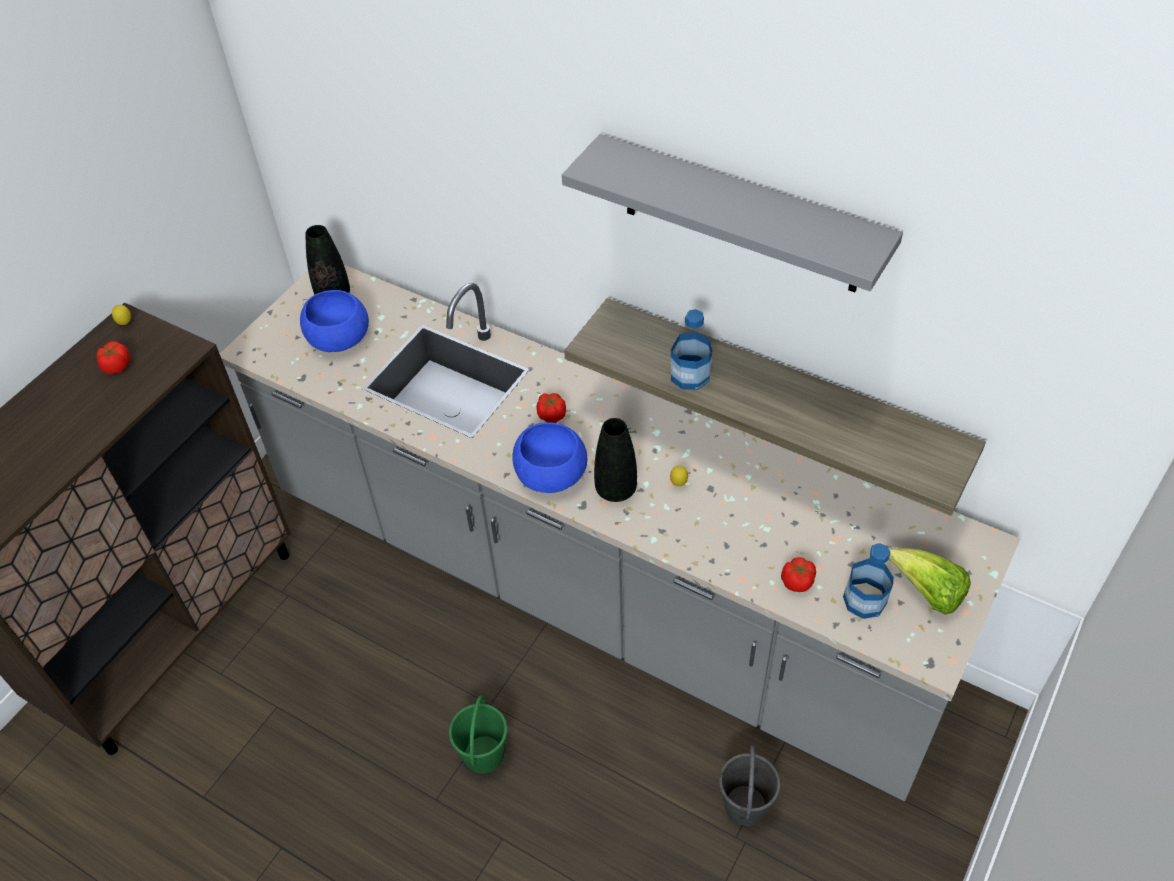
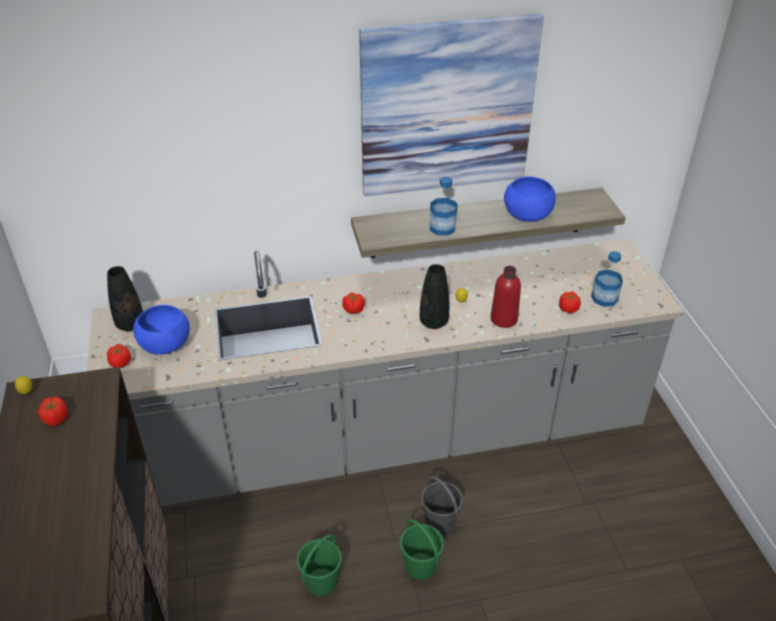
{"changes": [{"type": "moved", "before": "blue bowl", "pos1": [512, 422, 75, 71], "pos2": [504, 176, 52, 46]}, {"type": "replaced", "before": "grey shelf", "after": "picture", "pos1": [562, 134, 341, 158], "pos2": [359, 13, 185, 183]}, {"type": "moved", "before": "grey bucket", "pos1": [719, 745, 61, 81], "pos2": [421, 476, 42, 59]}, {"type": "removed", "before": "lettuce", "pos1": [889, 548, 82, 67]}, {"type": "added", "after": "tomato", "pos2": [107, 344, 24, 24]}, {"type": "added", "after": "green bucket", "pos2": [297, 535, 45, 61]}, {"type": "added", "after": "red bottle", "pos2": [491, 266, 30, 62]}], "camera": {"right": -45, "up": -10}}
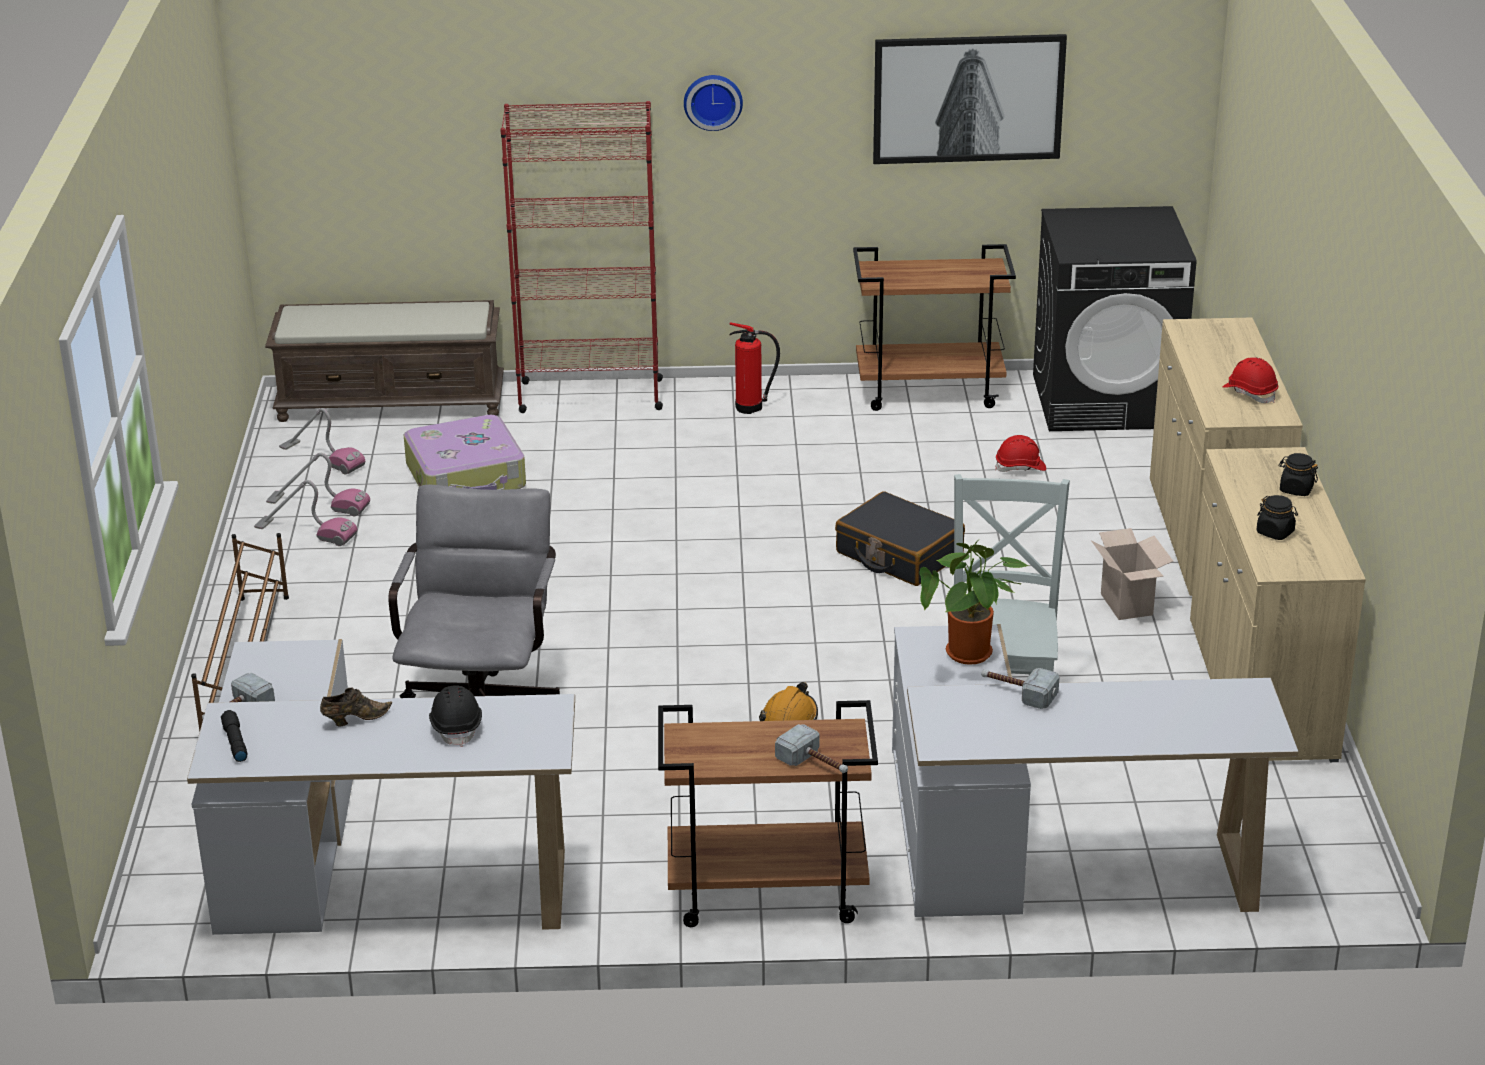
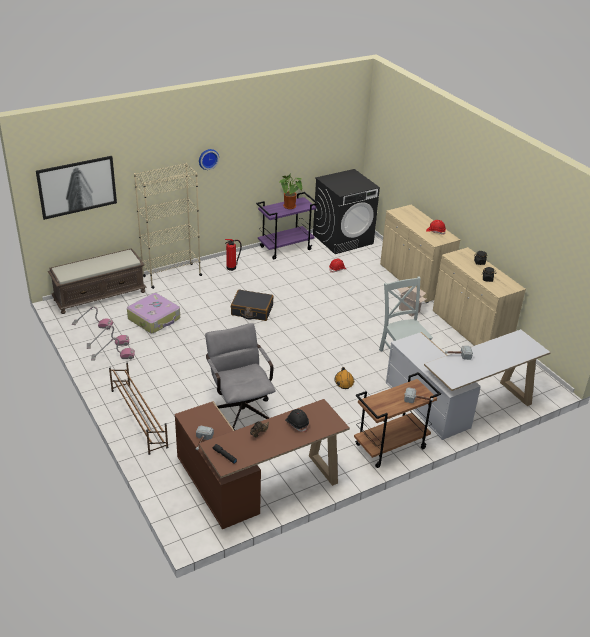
{"changes": [{"type": "recoloured", "before": "white desk", "after": "brown desk", "pos1": [187, 639, 388, 296], "pos2": [174, 399, 176, 130]}, {"type": "recoloured", "before": "red bookcase", "after": "beige bookcase", "pos1": [500, 101, 163, 312], "pos2": [134, 163, 68, 126]}, {"type": "moved", "before": "black suitcase", "pos1": [835, 491, 130, 95], "pos2": [231, 289, 42, 32]}, {"type": "recoloured", "before": "brown cart", "after": "purple cart", "pos1": [853, 244, 163, 167], "pos2": [256, 192, 62, 67]}, {"type": "moved", "before": "picture", "pos1": [873, 34, 194, 130], "pos2": [36, 156, 81, 64]}, {"type": "moved", "before": "potted plant", "pos1": [920, 541, 108, 124], "pos2": [279, 173, 23, 36]}], "camera": {"right": -30, "up": 5}}
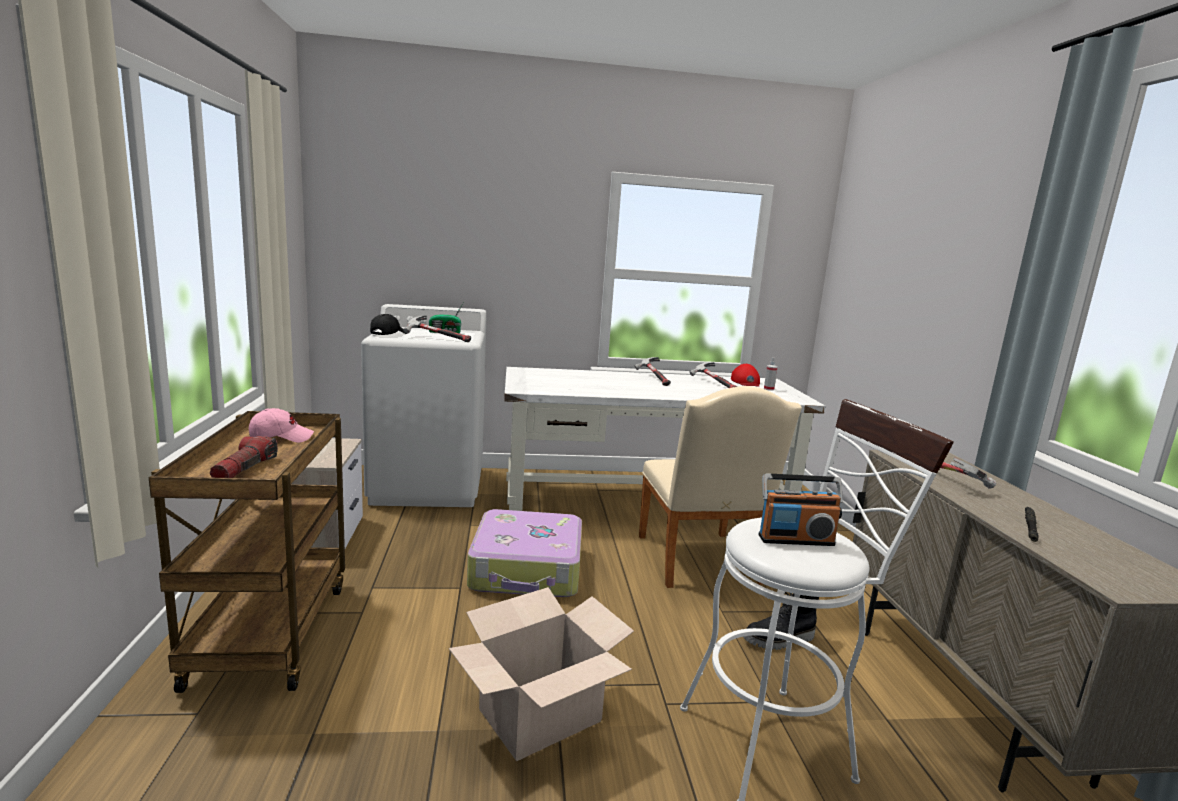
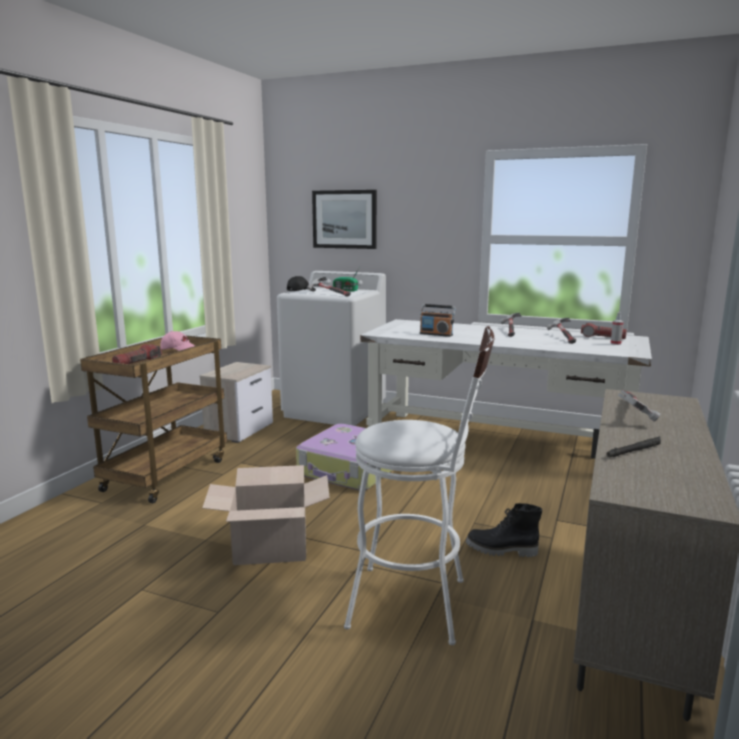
{"changes": [{"type": "removed", "before": "beige chair", "pos1": [639, 386, 163, 202]}, {"type": "replaced", "before": "red cap", "after": "flashlight", "pos1": [731, 364, 29, 23], "pos2": [581, 323, 46, 16]}, {"type": "moved", "before": "radio", "pos1": [758, 474, 85, 72], "pos2": [420, 304, 36, 33]}, {"type": "added", "after": "picture", "pos2": [312, 190, 65, 59]}], "camera": {"right": 30, "up": 0}}
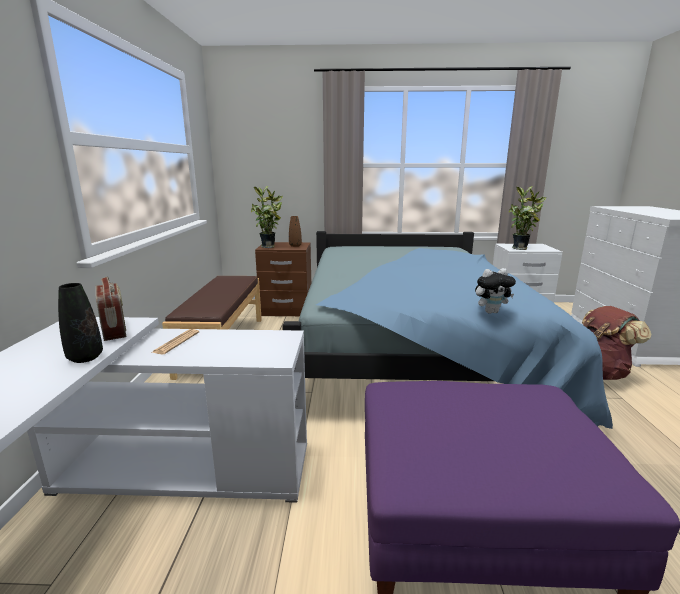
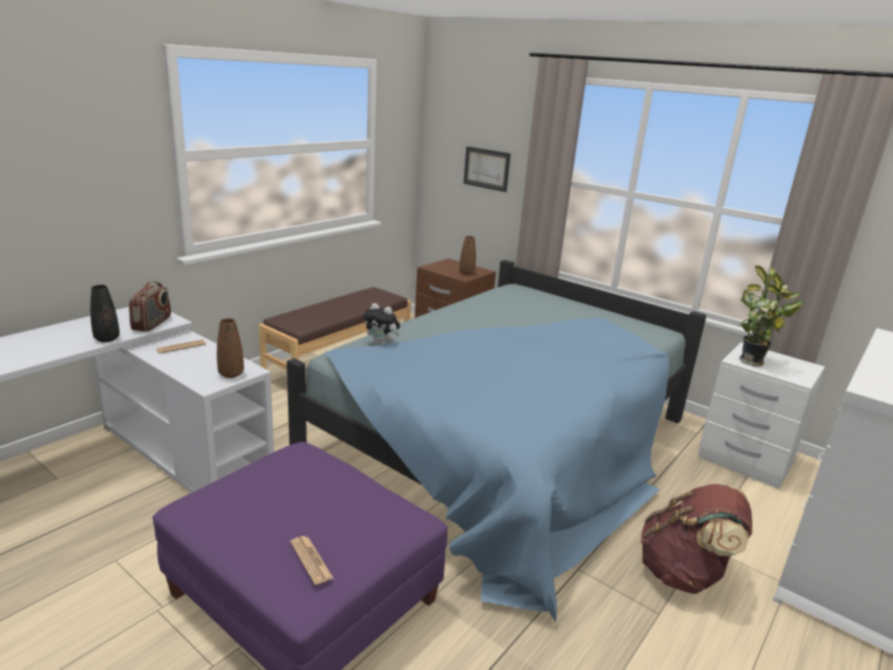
{"changes": [{"type": "removed", "before": "potted plant", "pos1": [251, 186, 32, 62]}, {"type": "moved", "before": "plush toy", "pos1": [475, 268, 41, 46], "pos2": [363, 303, 37, 42]}, {"type": "added", "after": "brown vase", "pos2": [217, 318, 27, 60]}, {"type": "added", "after": "newspaper", "pos2": [290, 536, 43, 49]}, {"type": "added", "after": "picture", "pos2": [463, 146, 48, 46]}], "camera": {"right": 35, "up": 5}}
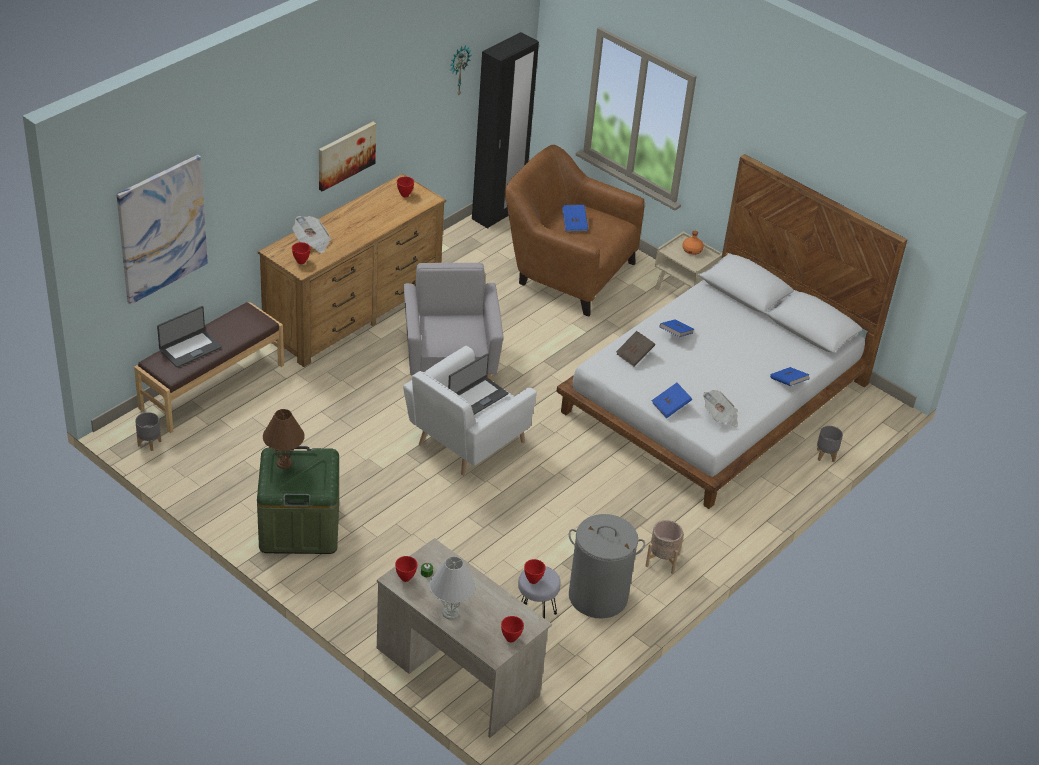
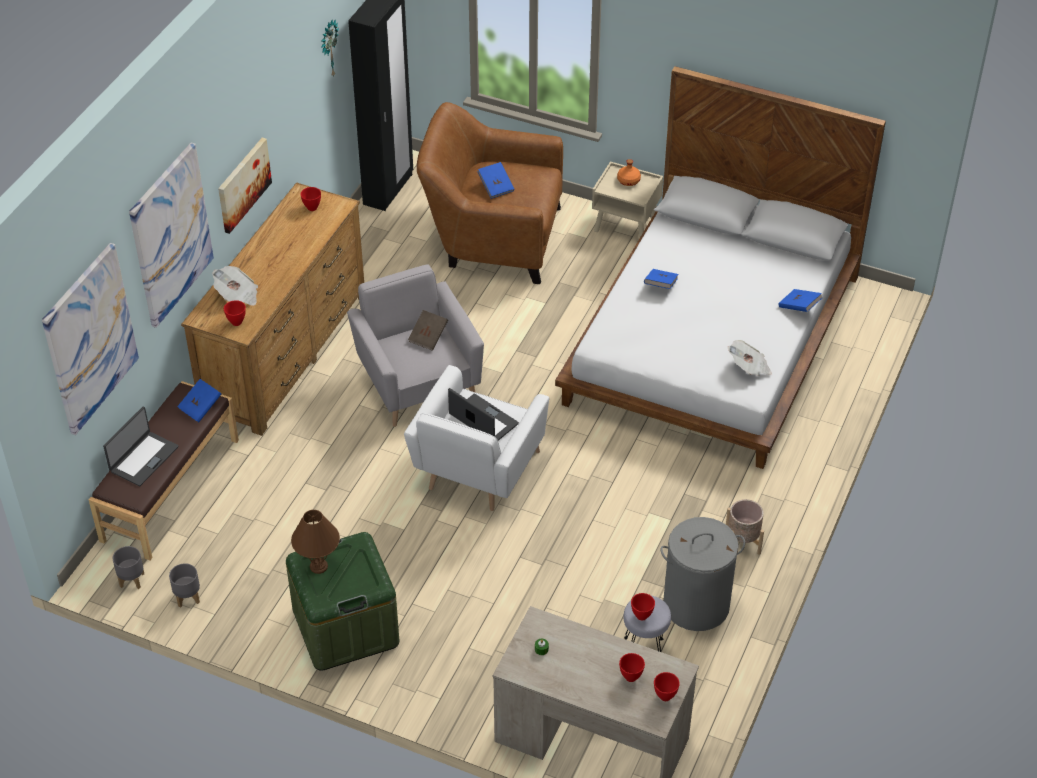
{"changes": [{"type": "moved", "before": "red bowl", "pos1": [395, 556, 22, 26], "pos2": [619, 653, 26, 29]}, {"type": "removed", "before": "white table lamp", "pos1": [430, 556, 46, 64]}, {"type": "turned", "before": "laptop", "pos1": [448, 353, 60, 62], "pos2": [448, 388, 71, 53], "turn": -75}, {"type": "moved", "before": "brown book", "pos1": [616, 331, 39, 36], "pos2": [408, 310, 40, 41]}, {"type": "moved", "before": "blue book", "pos1": [651, 383, 41, 35], "pos2": [177, 379, 44, 43]}, {"type": "moved", "before": "grey planter", "pos1": [817, 426, 26, 36], "pos2": [169, 563, 31, 45]}, {"type": "added", "after": "picture", "pos2": [129, 143, 85, 185]}], "camera": {"right": -15, "up": 5}}
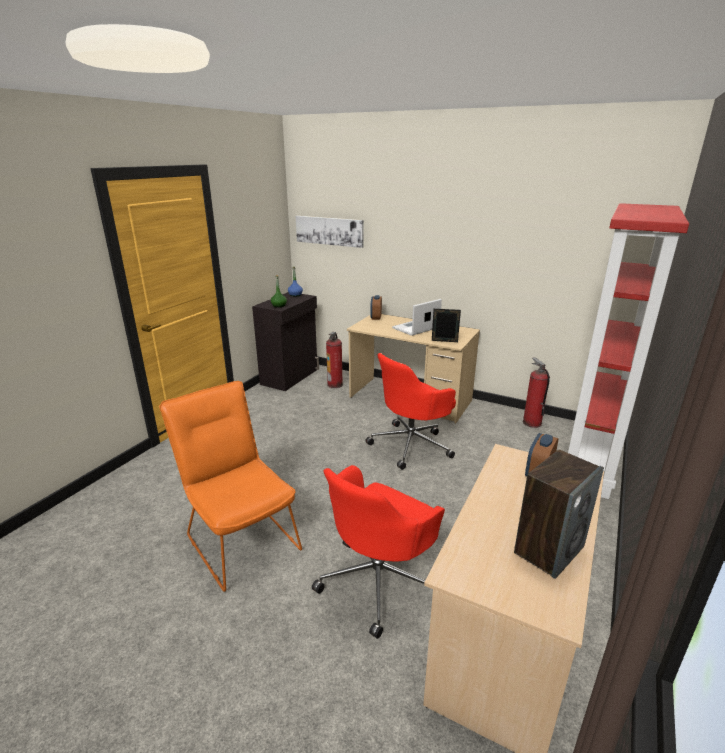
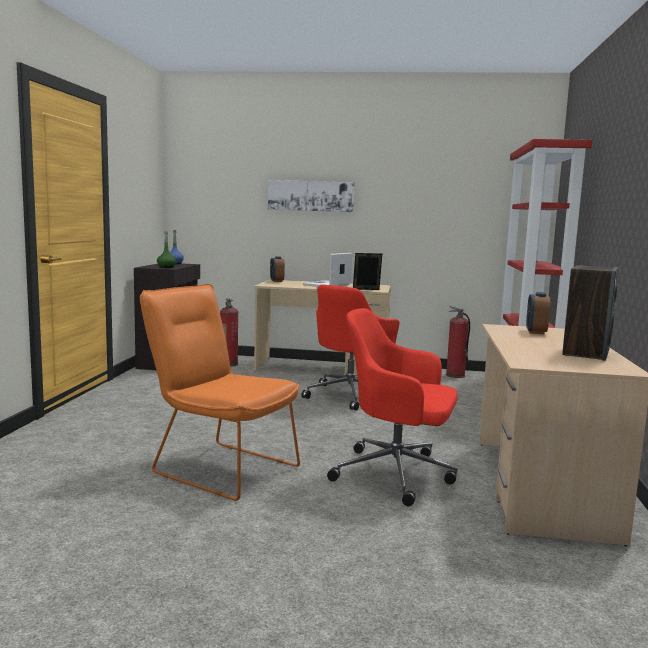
{"changes": [{"type": "moved", "before": "picture", "pos1": [296, 216, 68, 32], "pos2": [268, 180, 87, 32]}, {"type": "turned", "before": "red office chair", "pos1": [312, 465, 133, 174], "pos2": [327, 308, 131, 198], "turn": 90}], "camera": {"right": -20, "up": -15}}
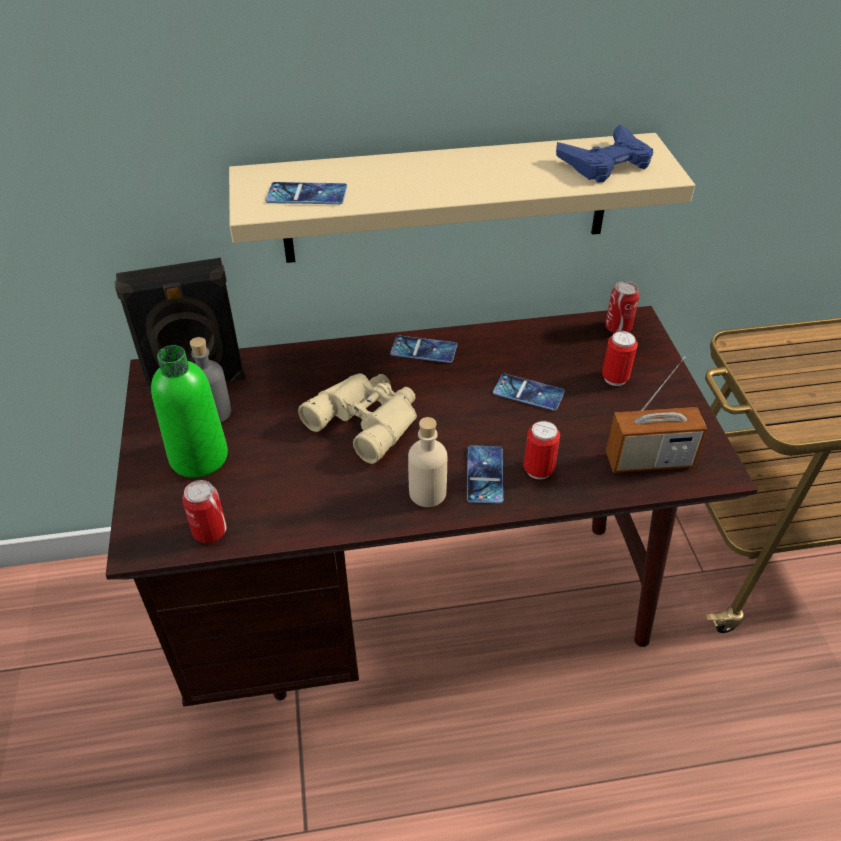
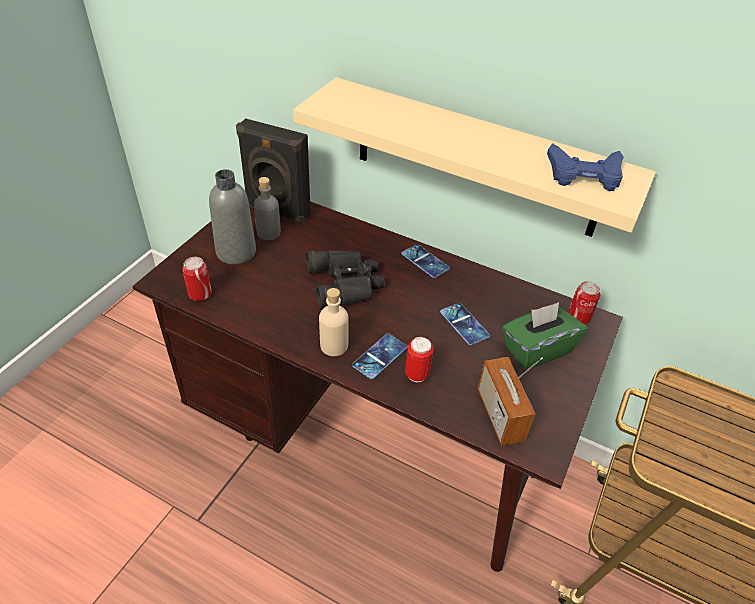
{"changes": [{"type": "recoloured", "before": "green bottle", "after": "grey bottle", "pos1": [151, 345, 77, 133], "pos2": [209, 169, 47, 96]}, {"type": "removed", "before": "phone", "pos1": [266, 182, 81, 22]}, {"type": "recoloured", "before": "beige binoculars", "after": "black binoculars", "pos1": [298, 373, 119, 91], "pos2": [306, 250, 79, 60]}, {"type": "replaced", "before": "can", "after": "green tissue box", "pos1": [602, 331, 36, 55], "pos2": [502, 302, 85, 67]}, {"type": "turned", "before": "radio", "pos1": [606, 356, 101, 117], "pos2": [478, 357, 65, 89], "turn": 45}], "camera": {"right": 35, "up": 0}}
